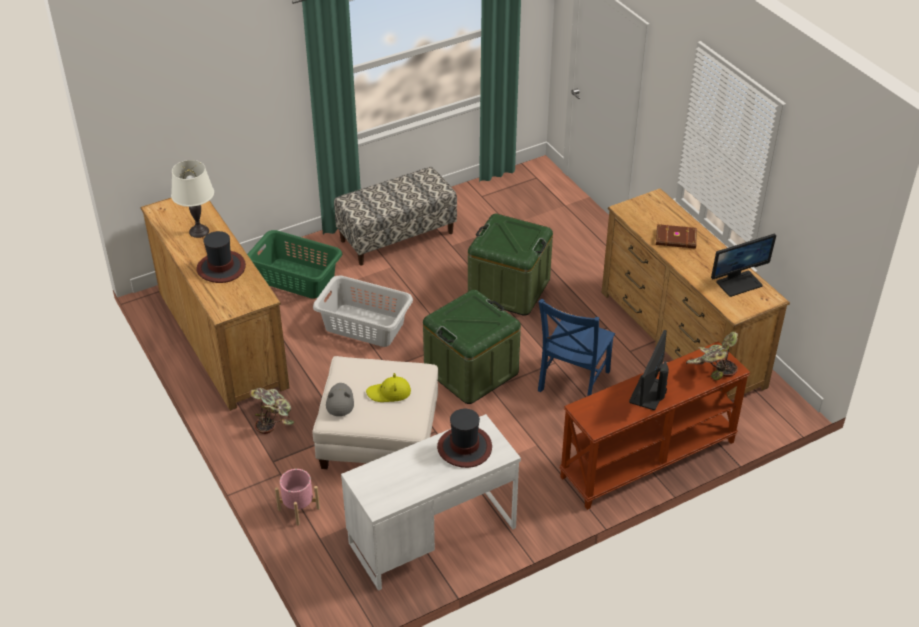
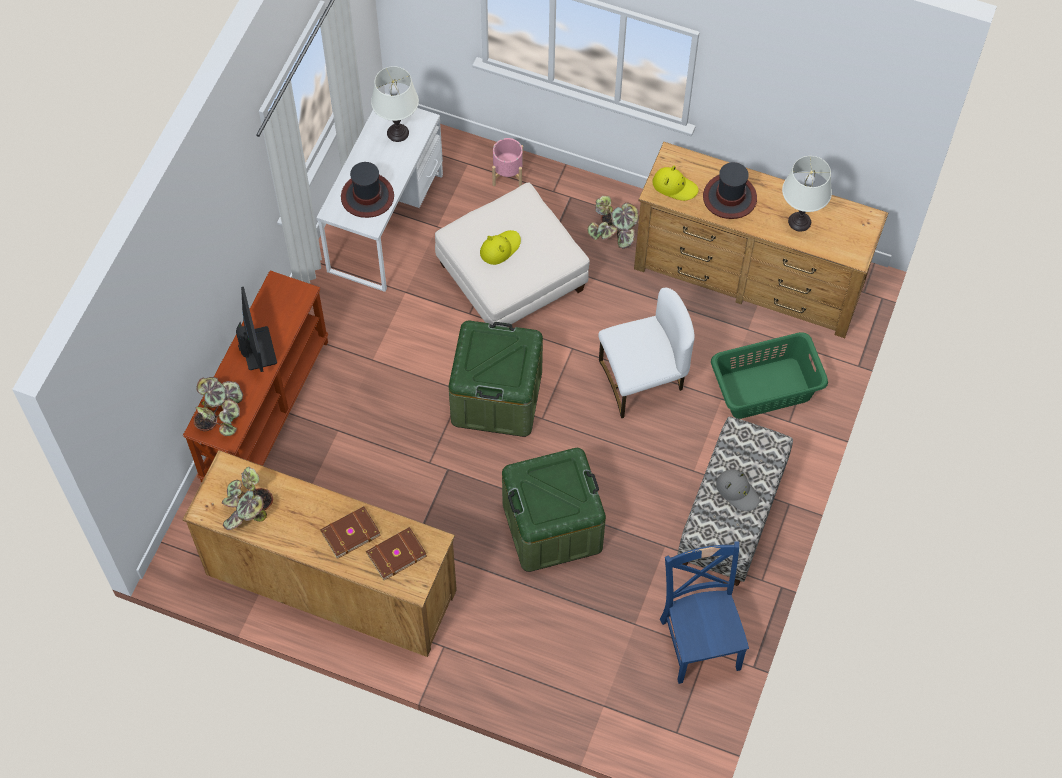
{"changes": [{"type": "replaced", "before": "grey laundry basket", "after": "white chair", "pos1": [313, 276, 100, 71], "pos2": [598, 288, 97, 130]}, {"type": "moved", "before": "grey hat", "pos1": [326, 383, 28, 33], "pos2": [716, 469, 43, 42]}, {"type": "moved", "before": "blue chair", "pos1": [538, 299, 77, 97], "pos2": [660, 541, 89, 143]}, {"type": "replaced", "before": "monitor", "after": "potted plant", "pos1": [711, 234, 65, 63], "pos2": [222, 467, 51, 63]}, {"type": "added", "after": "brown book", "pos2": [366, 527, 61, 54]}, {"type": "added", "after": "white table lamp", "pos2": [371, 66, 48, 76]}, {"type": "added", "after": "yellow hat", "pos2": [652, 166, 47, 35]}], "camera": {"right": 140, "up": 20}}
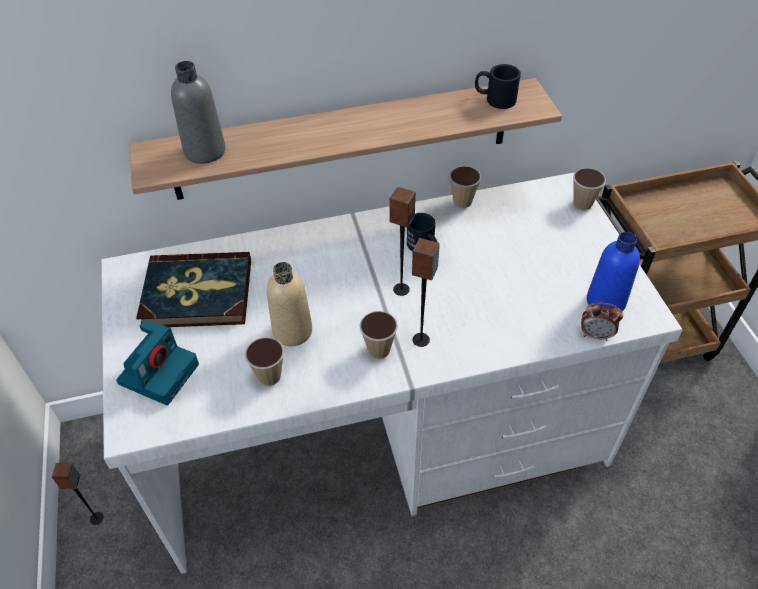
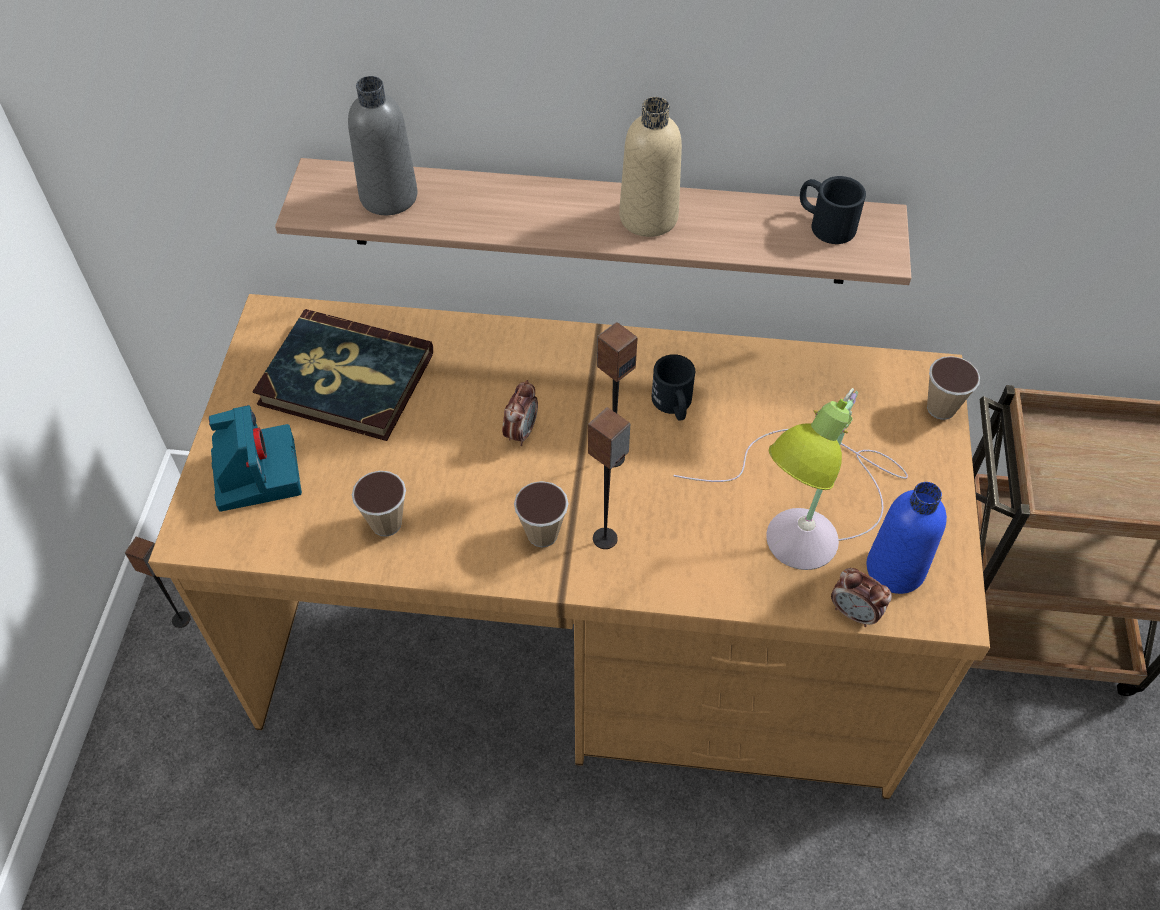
{"changes": [{"type": "recoloured", "before": "white desk", "after": "brown desk", "pos1": [101, 172, 582, 403], "pos2": [148, 294, 842, 505]}, {"type": "turned", "before": "photo camera", "pos1": [116, 320, 83, 85], "pos2": [209, 405, 93, 107], "turn": -60}, {"type": "moved", "before": "beige bottle", "pos1": [267, 262, 45, 84], "pos2": [619, 97, 63, 140]}, {"type": "removed", "before": "cup", "pos1": [449, 166, 32, 42]}, {"type": "added", "after": "alarm clock", "pos2": [502, 380, 36, 66]}, {"type": "added", "after": "table lamp", "pos2": [674, 388, 234, 182]}], "camera": {"right": 20, "up": 5}}
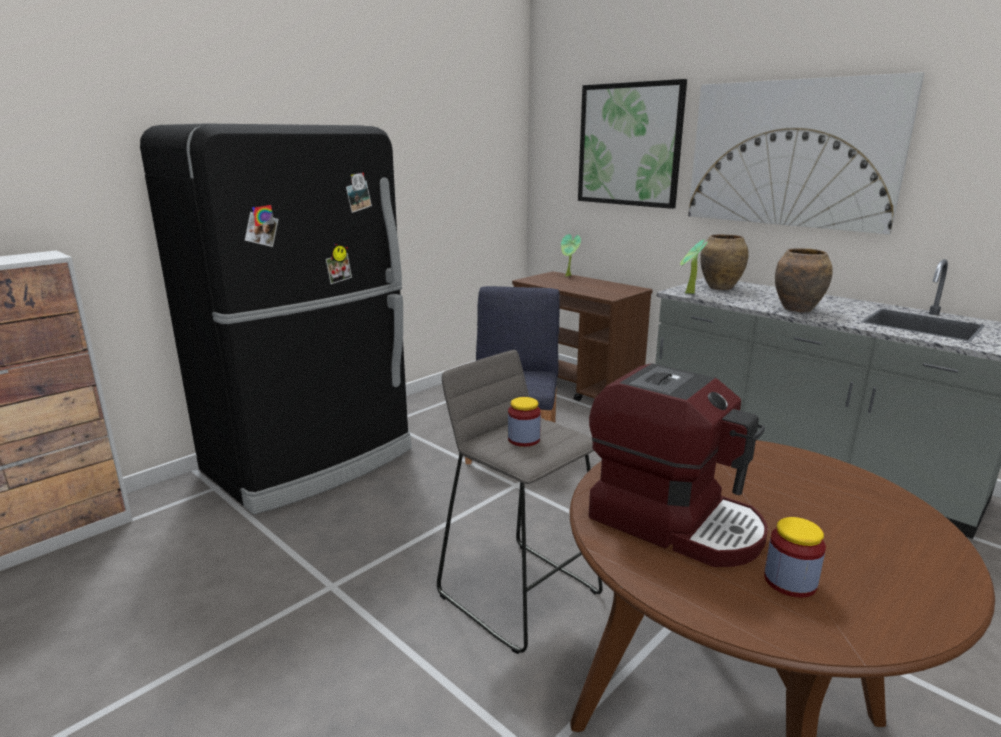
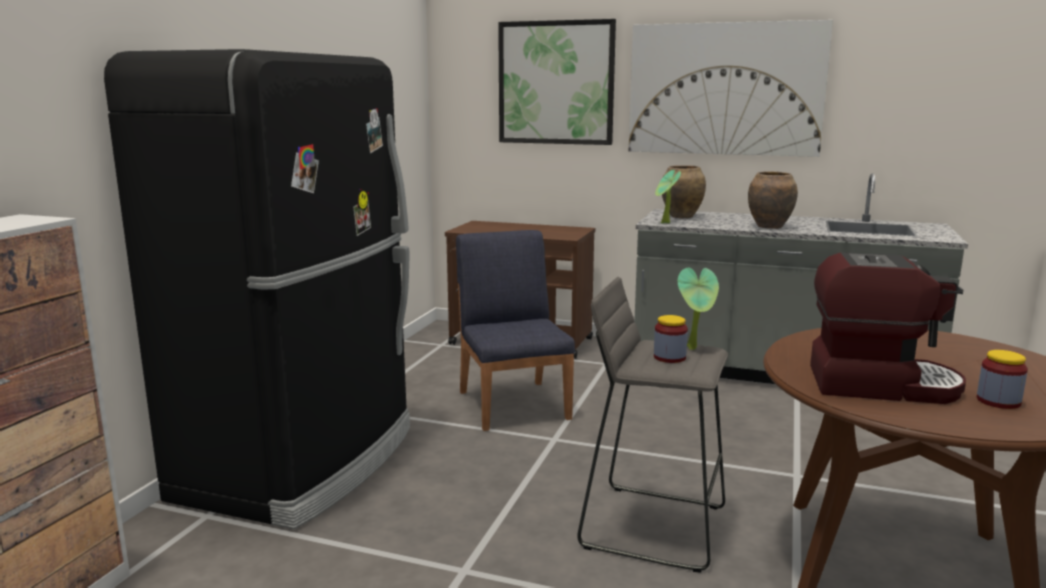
{"changes": [{"type": "moved", "before": "potted plant", "pos1": [561, 234, 20, 43], "pos2": [678, 268, 41, 82]}], "camera": {"right": -25, "up": -5}}
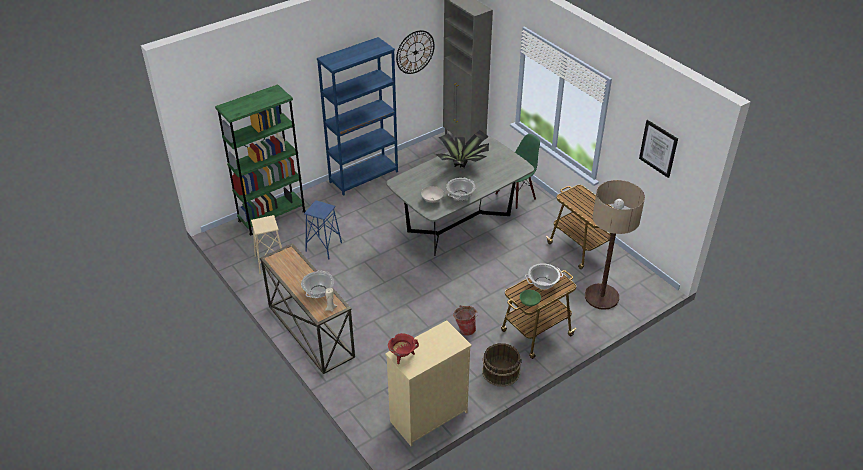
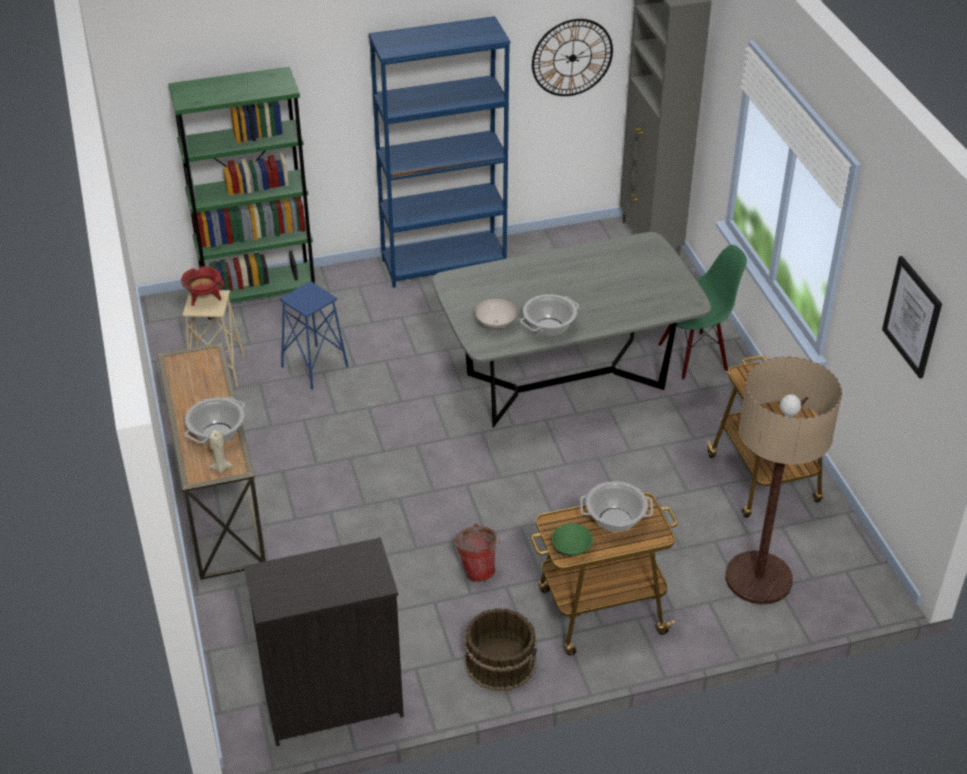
{"changes": [{"type": "recoloured", "before": "beige dresser", "after": "black dresser", "pos1": [385, 320, 87, 126], "pos2": [244, 537, 160, 209]}, {"type": "moved", "before": "red cooking pot", "pos1": [388, 333, 31, 31], "pos2": [181, 267, 44, 39]}, {"type": "removed", "before": "potted plant", "pos1": [436, 130, 53, 38]}], "camera": {"right": 20, "up": 0}}
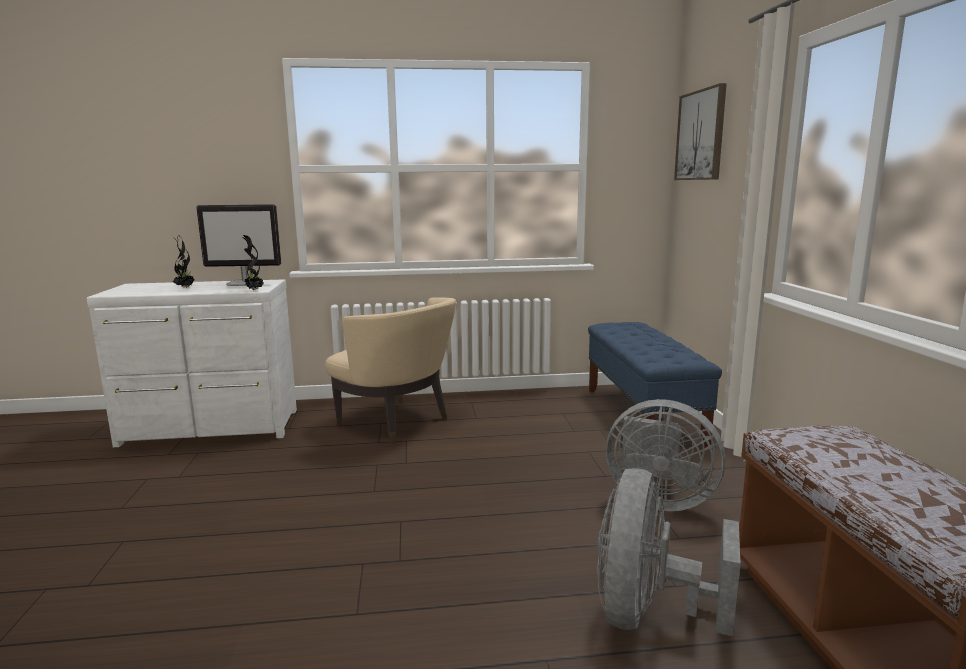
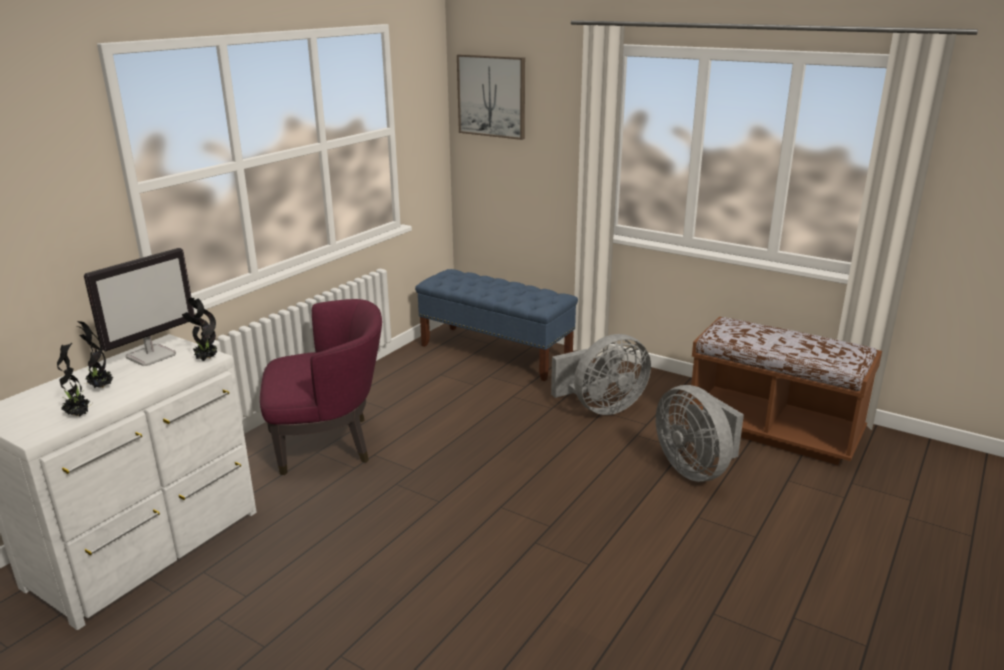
{"changes": [{"type": "recoloured", "before": "beige armchair", "after": "purple armchair", "pos1": [325, 297, 131, 145], "pos2": [260, 299, 122, 176]}, {"type": "added", "after": "potted plant", "pos2": [57, 343, 36, 73]}], "camera": {"right": -50, "up": 10}}
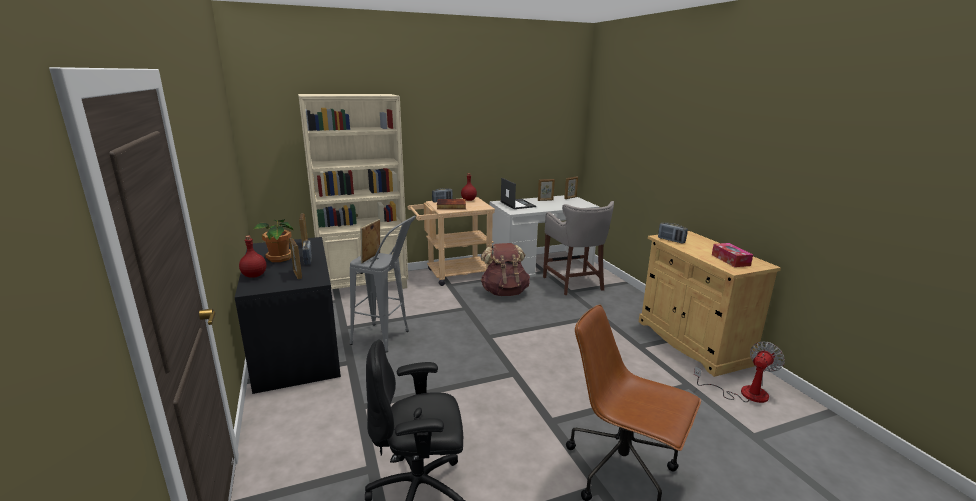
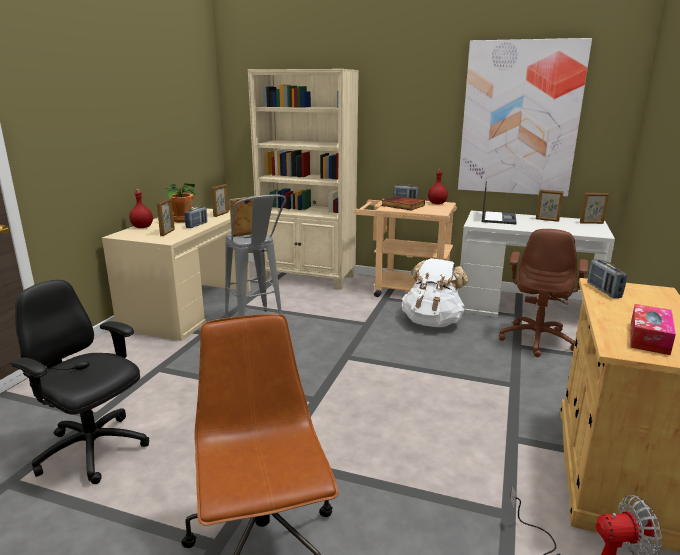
{"changes": [{"type": "recoloured", "before": "black desk", "after": "beige desk", "pos1": [234, 237, 107, 157], "pos2": [102, 207, 149, 134]}, {"type": "recoloured", "before": "brown backpack", "after": "white backpack", "pos1": [481, 243, 49, 53], "pos2": [402, 258, 67, 69]}, {"type": "replaced", "before": "grey stool", "after": "brown office chair", "pos1": [543, 201, 71, 94], "pos2": [499, 229, 90, 128]}, {"type": "added", "after": "picture", "pos2": [458, 38, 134, 159]}], "camera": {"right": 40, "up": 0}}
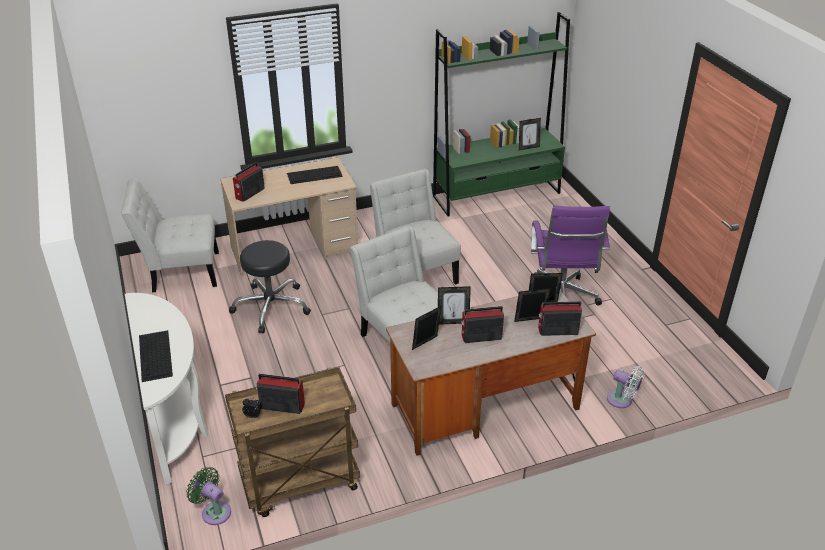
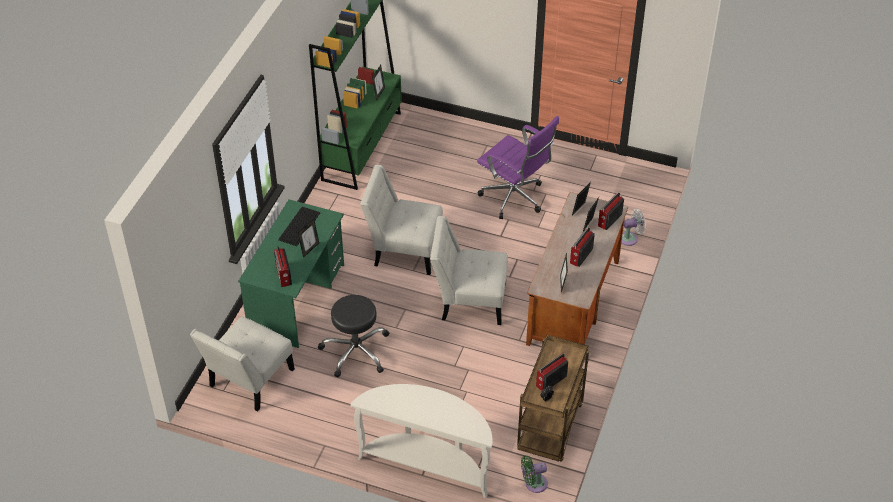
{"changes": [{"type": "removed", "before": "keyboard", "pos1": [139, 330, 34, 52]}, {"type": "recoloured", "before": "beige desk", "after": "green desk", "pos1": [220, 157, 138, 120], "pos2": [238, 199, 106, 149]}, {"type": "moved", "before": "picture frame", "pos1": [438, 286, 33, 39], "pos2": [298, 219, 21, 39]}], "camera": {"right": -50, "up": 10}}
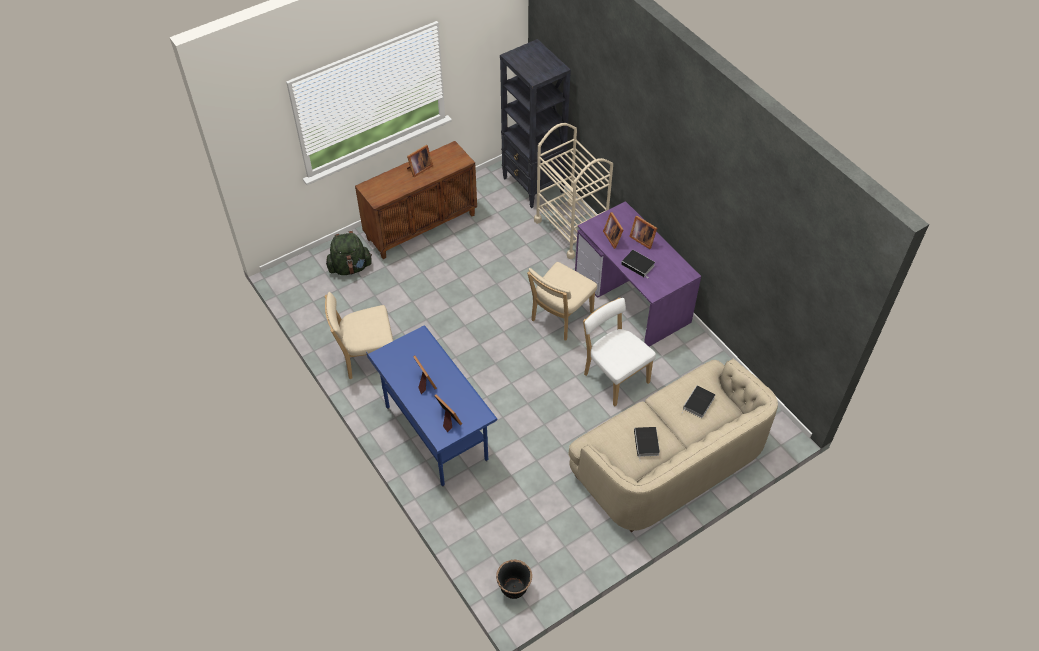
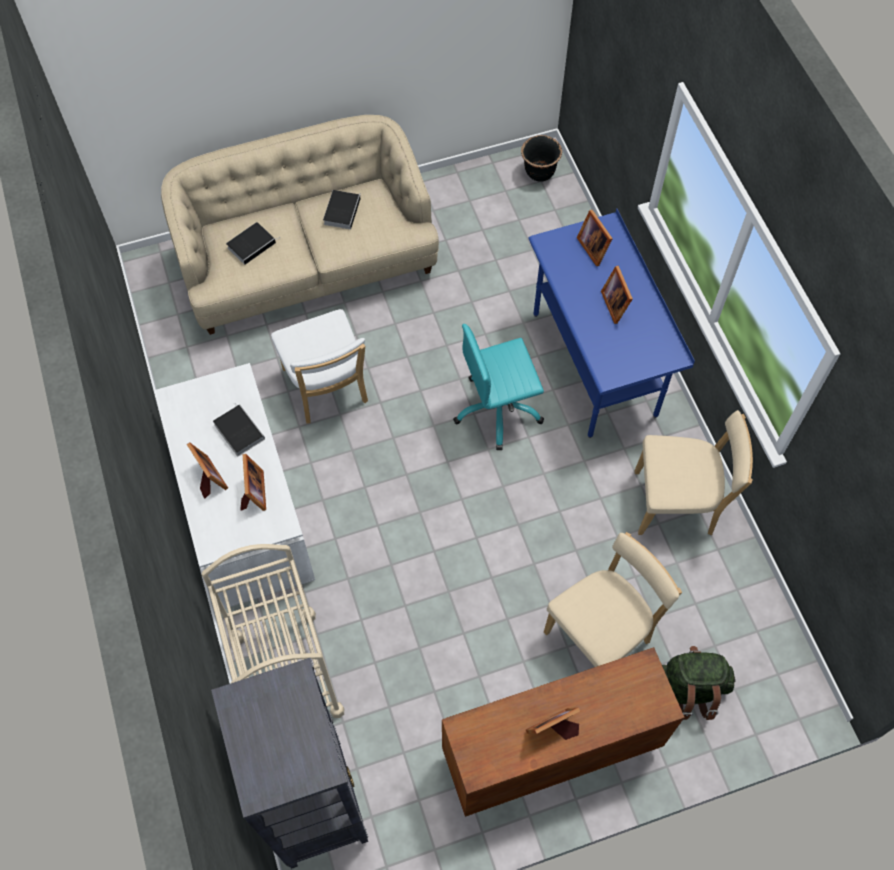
{"changes": [{"type": "moved", "before": "beige chair", "pos1": [527, 262, 70, 79], "pos2": [544, 532, 138, 135]}, {"type": "recoloured", "before": "purple desk", "after": "white desk", "pos1": [575, 201, 126, 146], "pos2": [154, 363, 161, 246]}, {"type": "added", "after": "turquoise office chair", "pos2": [453, 324, 91, 126]}], "camera": {"right": -165, "up": 10}}
